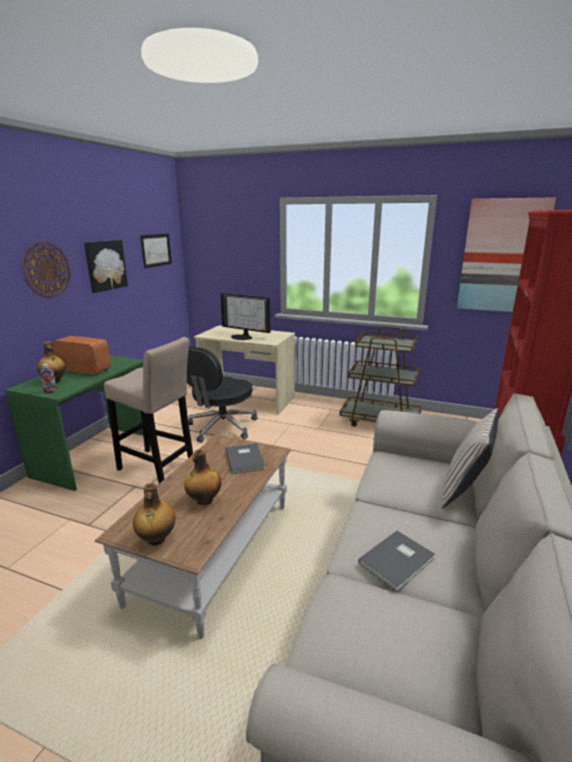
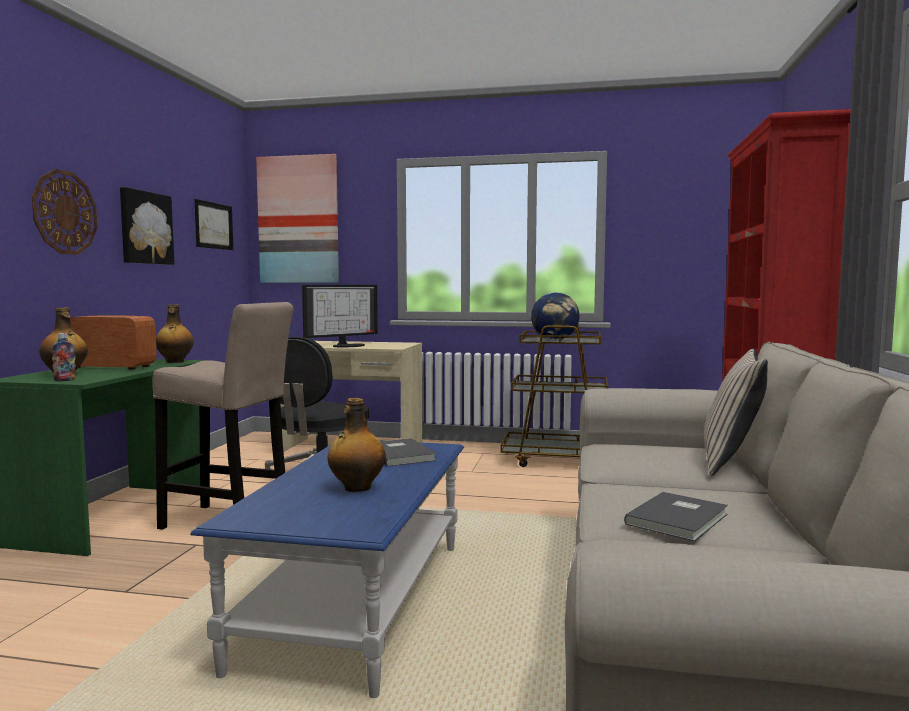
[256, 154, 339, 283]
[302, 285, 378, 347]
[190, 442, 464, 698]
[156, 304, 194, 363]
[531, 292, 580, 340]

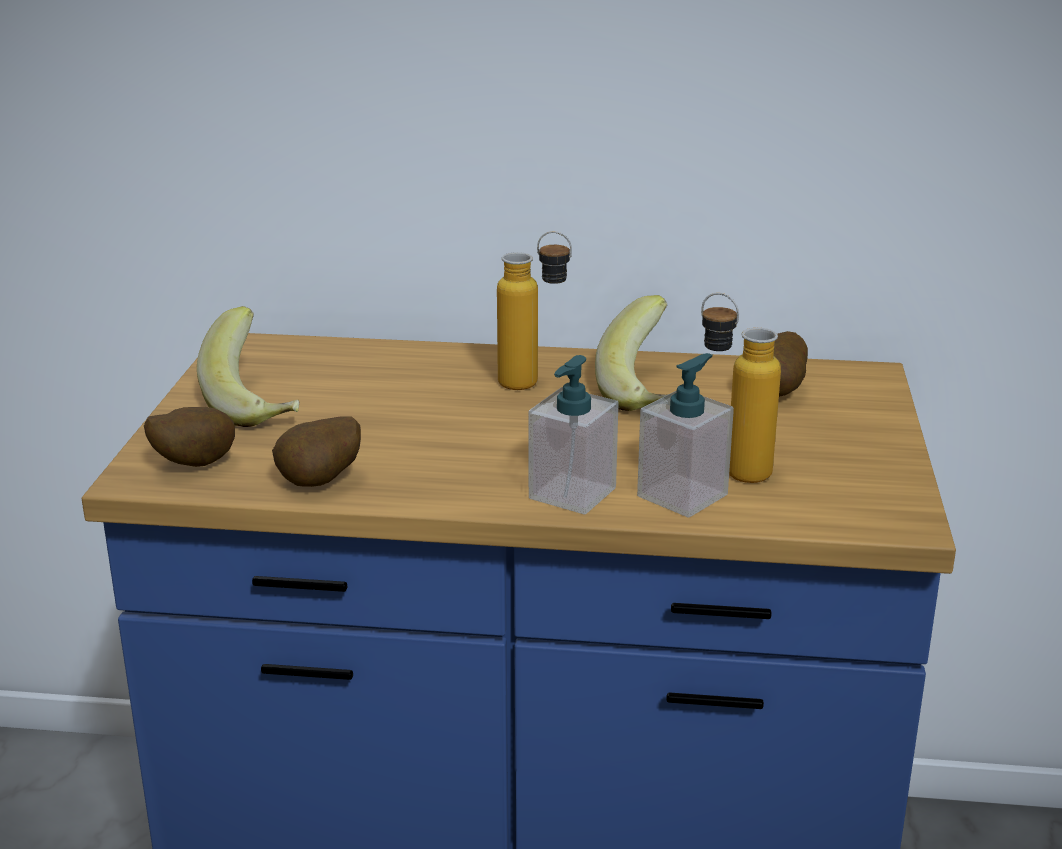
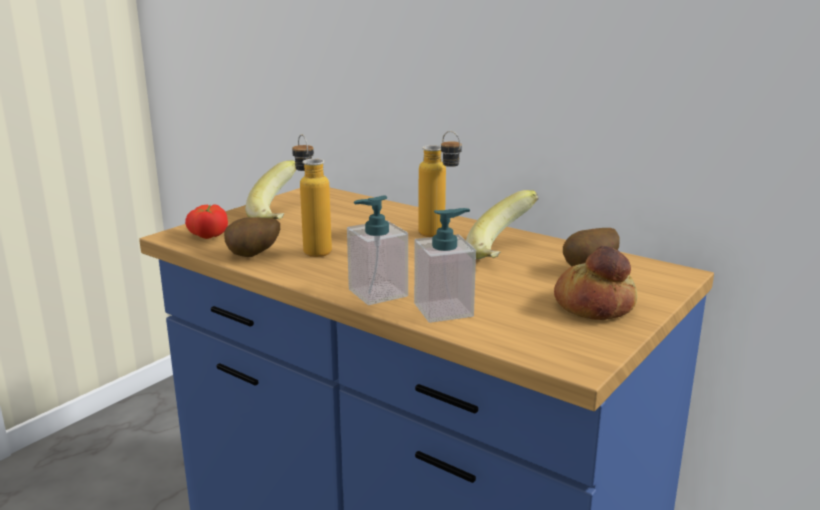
[292, 134, 332, 257]
[185, 205, 228, 239]
[554, 246, 637, 320]

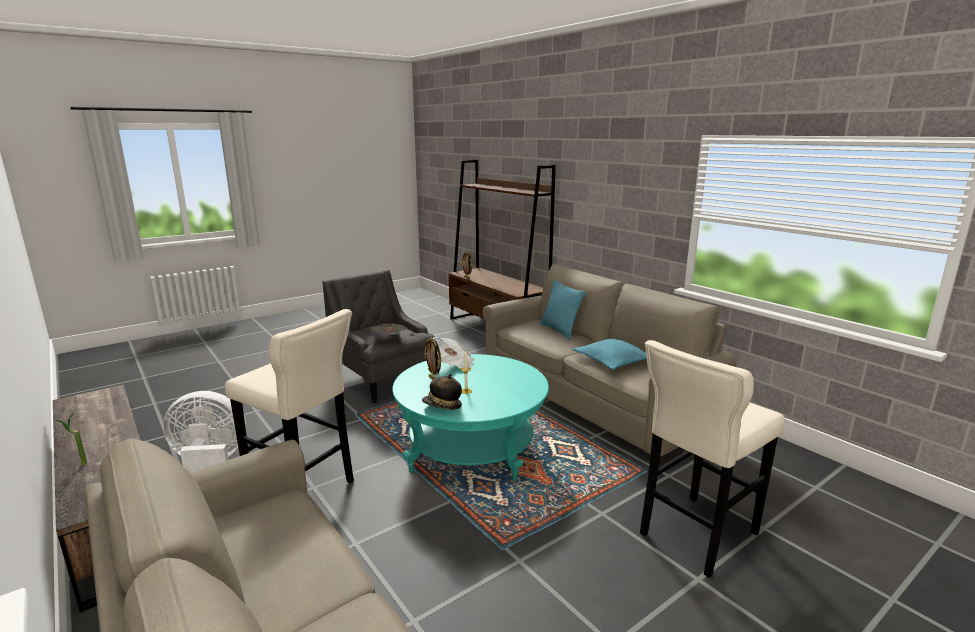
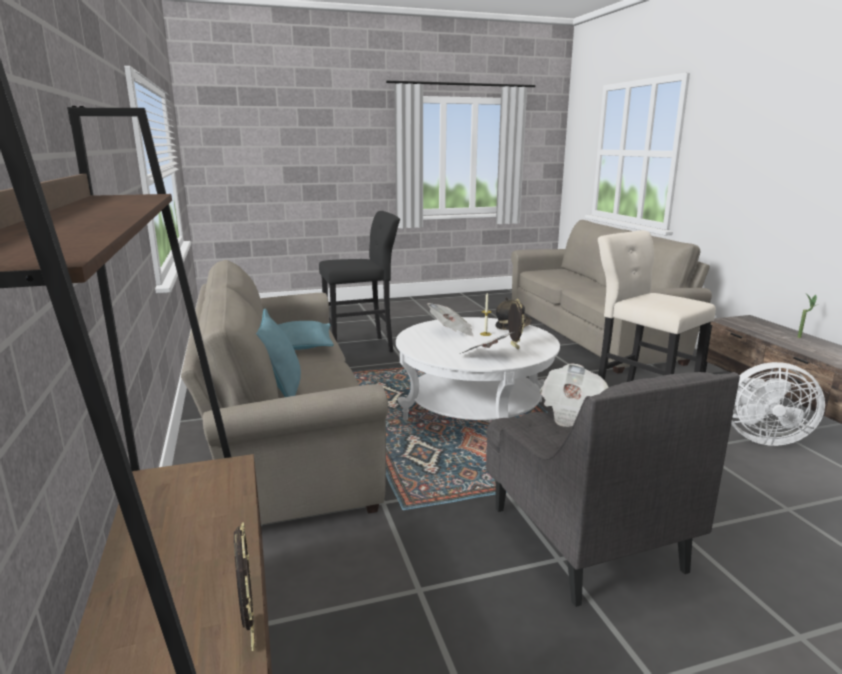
[319, 211, 400, 352]
[396, 317, 560, 420]
[428, 303, 474, 336]

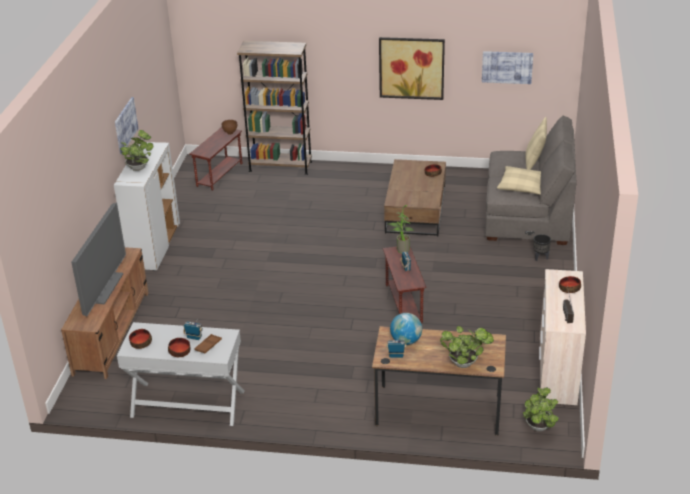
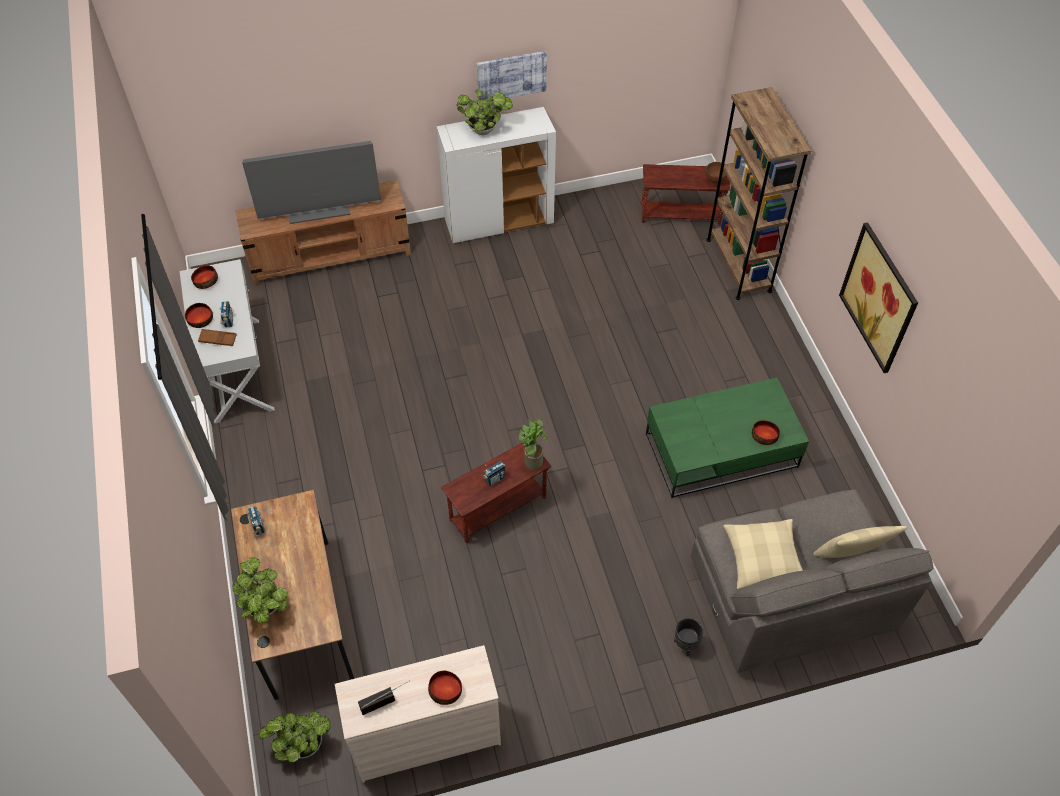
[482, 51, 533, 84] (first image)
[646, 377, 809, 498]
[390, 313, 422, 345] (first image)

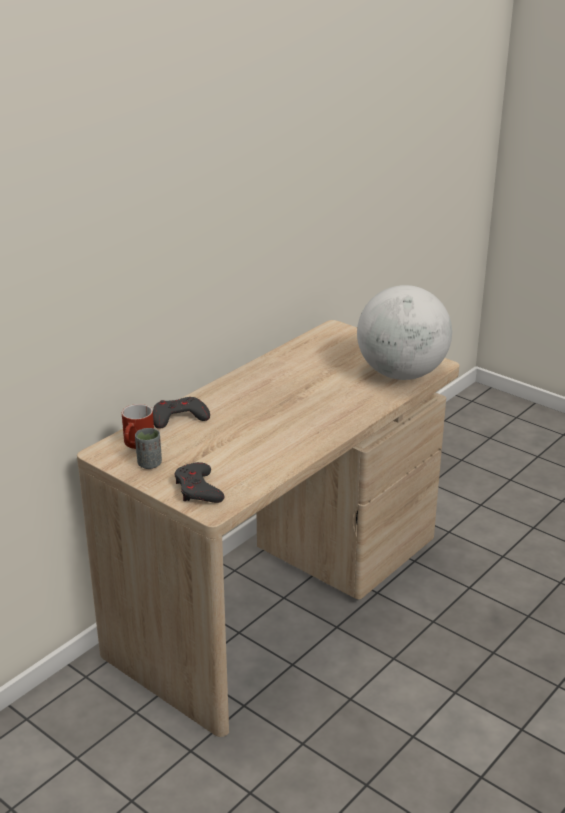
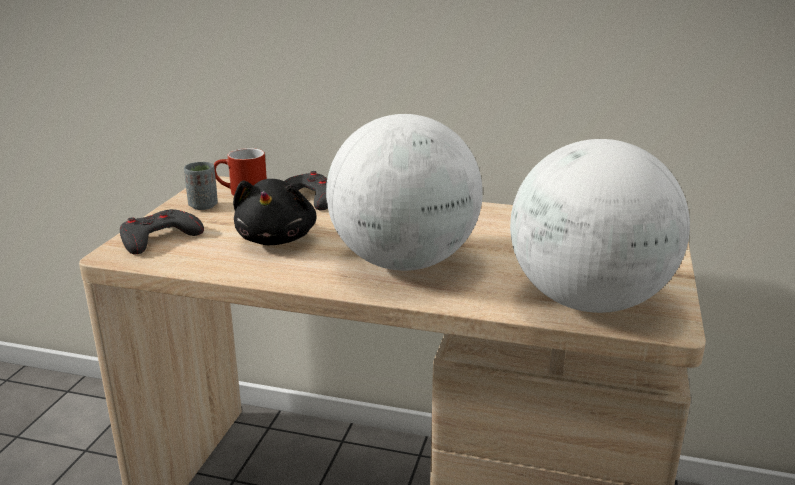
[326, 114, 483, 271]
[233, 179, 317, 245]

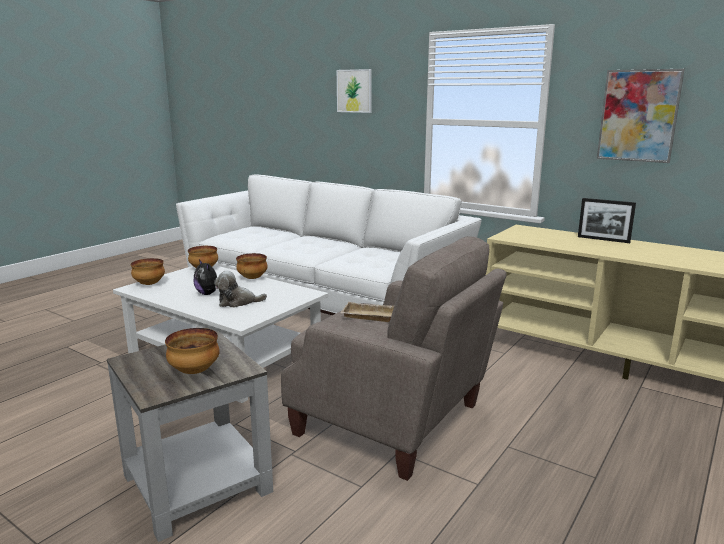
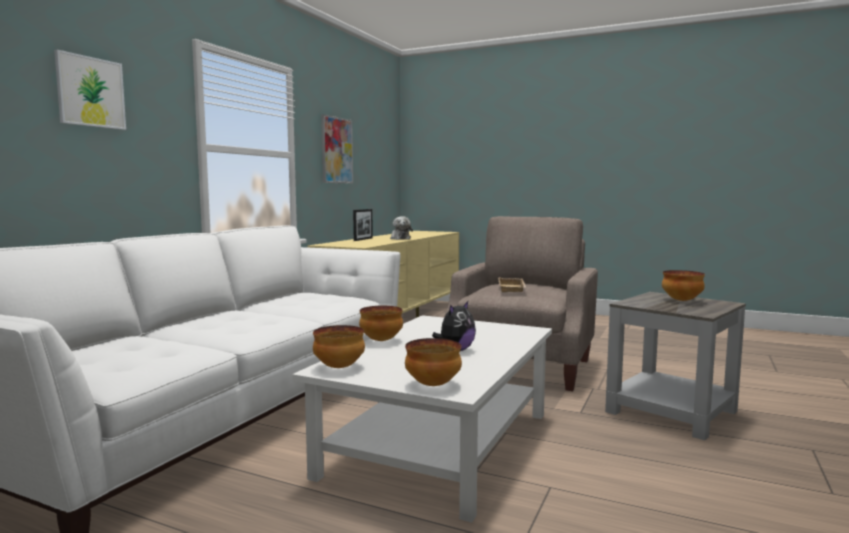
[390, 216, 413, 240]

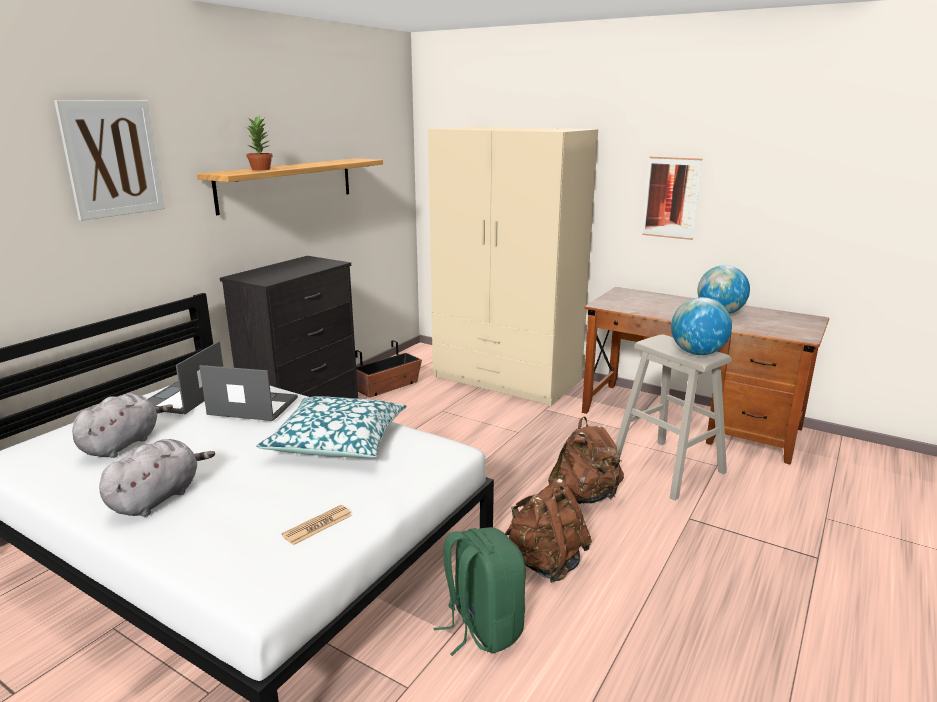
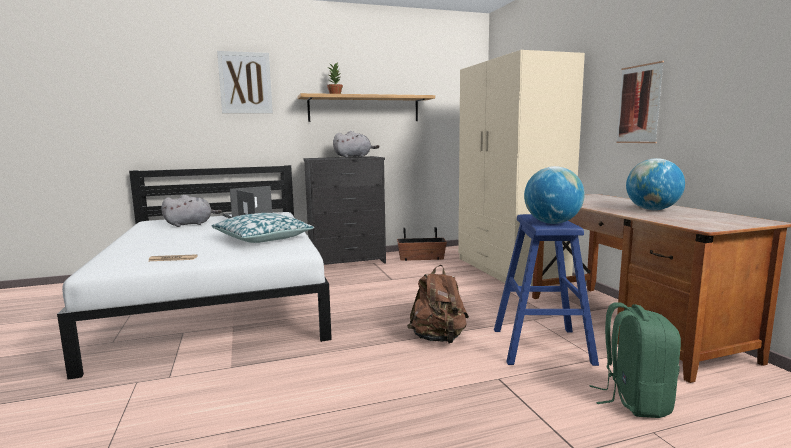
[494, 214, 599, 366]
[333, 131, 380, 158]
[505, 479, 592, 583] (first image)
[589, 302, 681, 418]

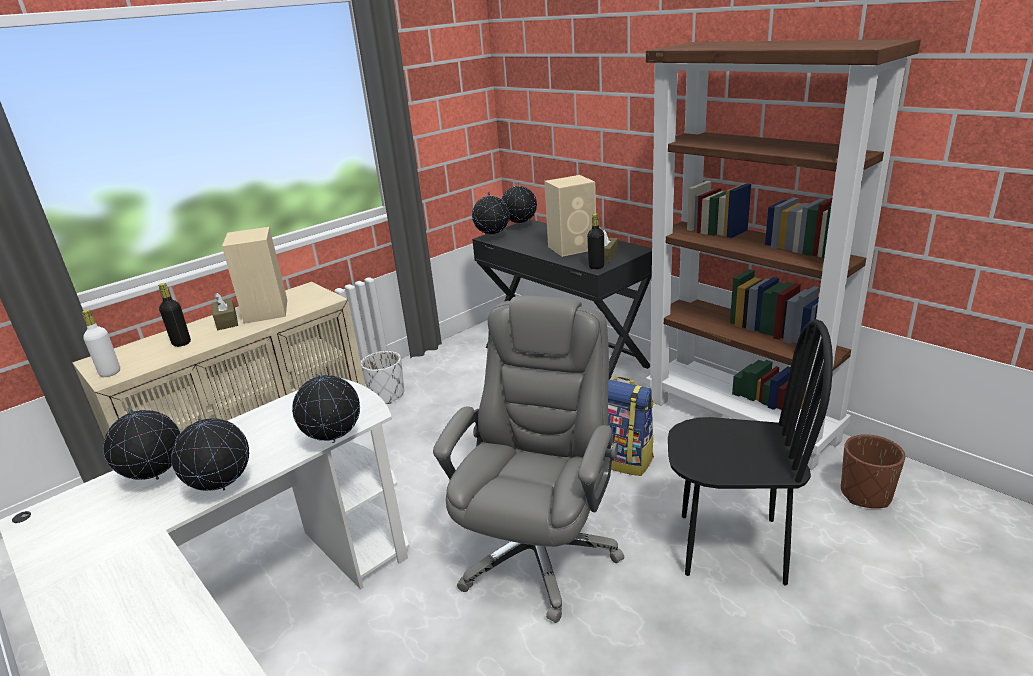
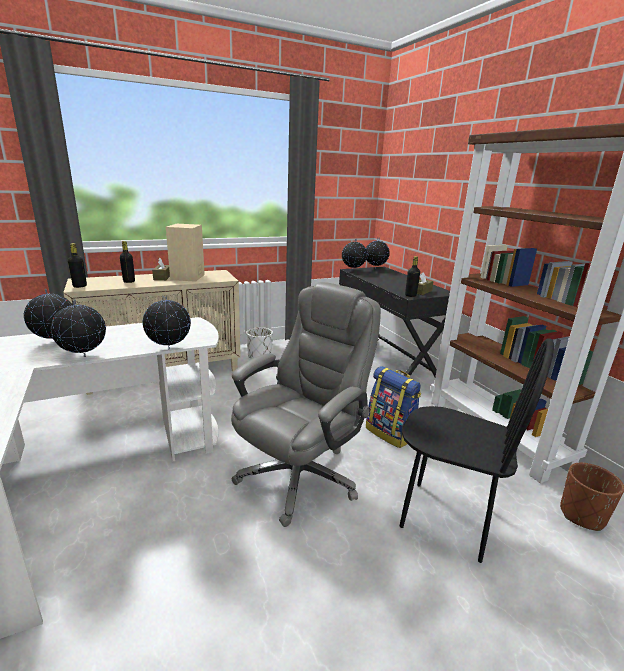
[544, 175, 596, 257] (first image)
[68, 243, 87, 288]

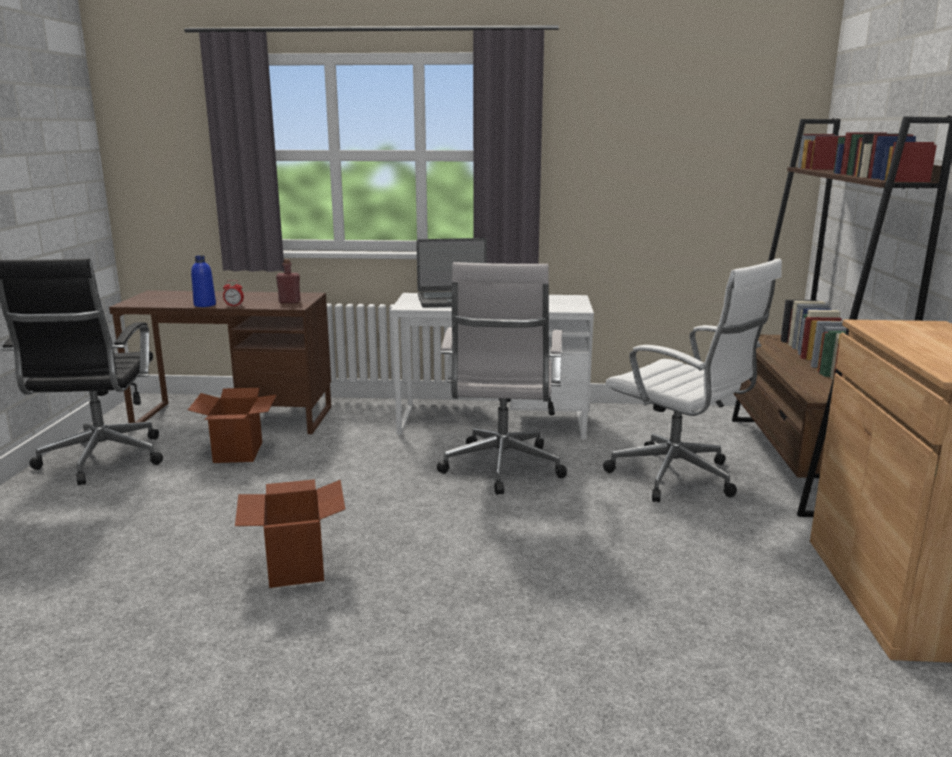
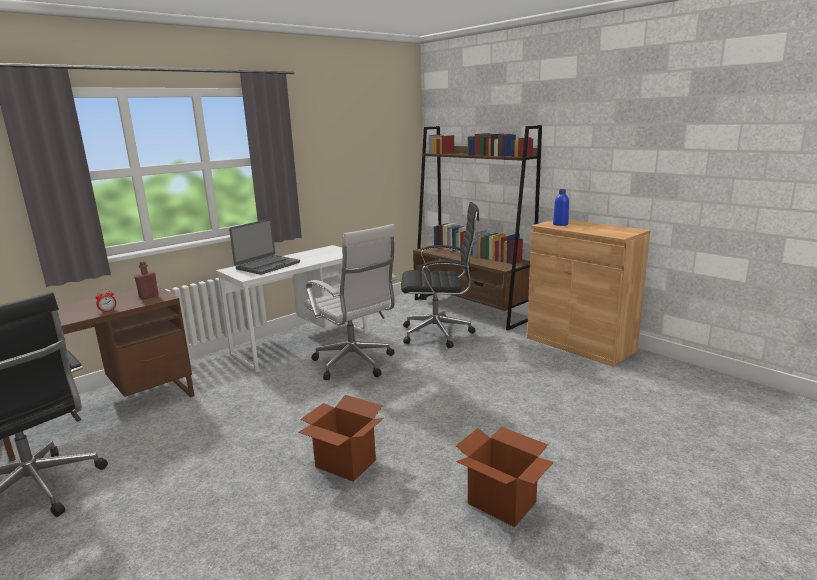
[553, 189, 569, 226]
[401, 202, 479, 349]
[456, 427, 554, 527]

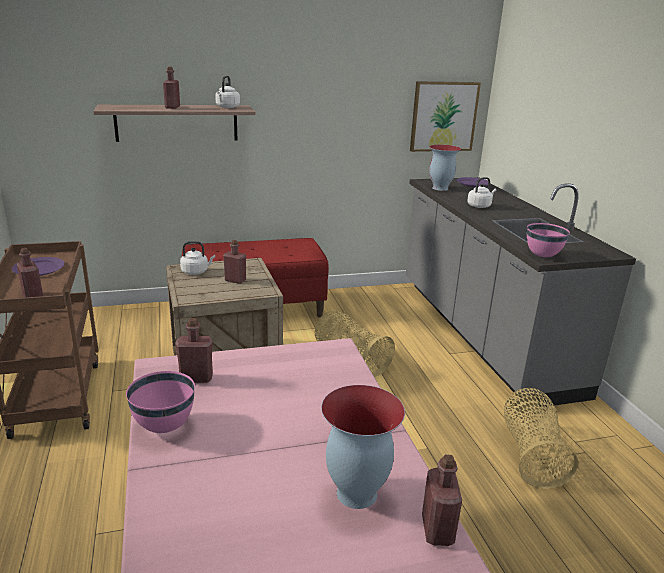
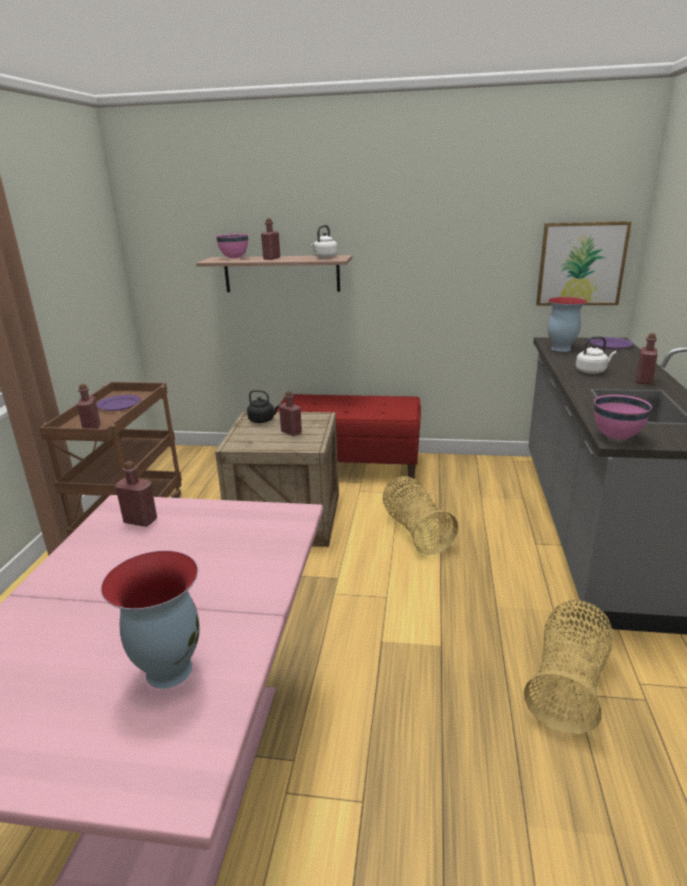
[247, 390, 279, 423]
[216, 234, 248, 259]
[636, 333, 658, 384]

